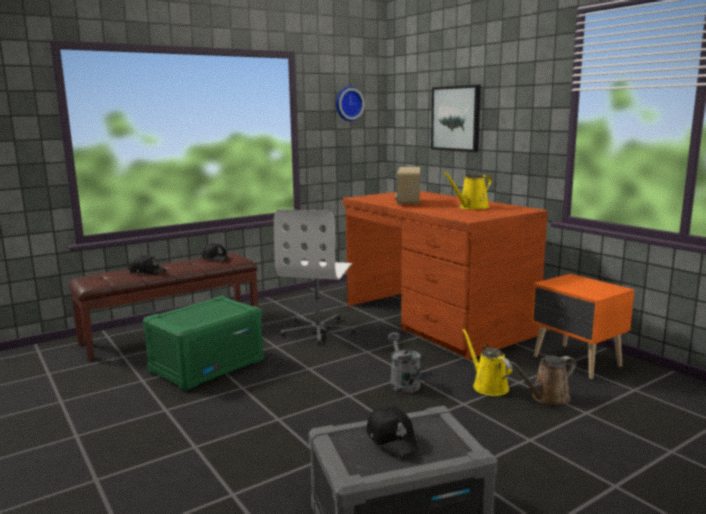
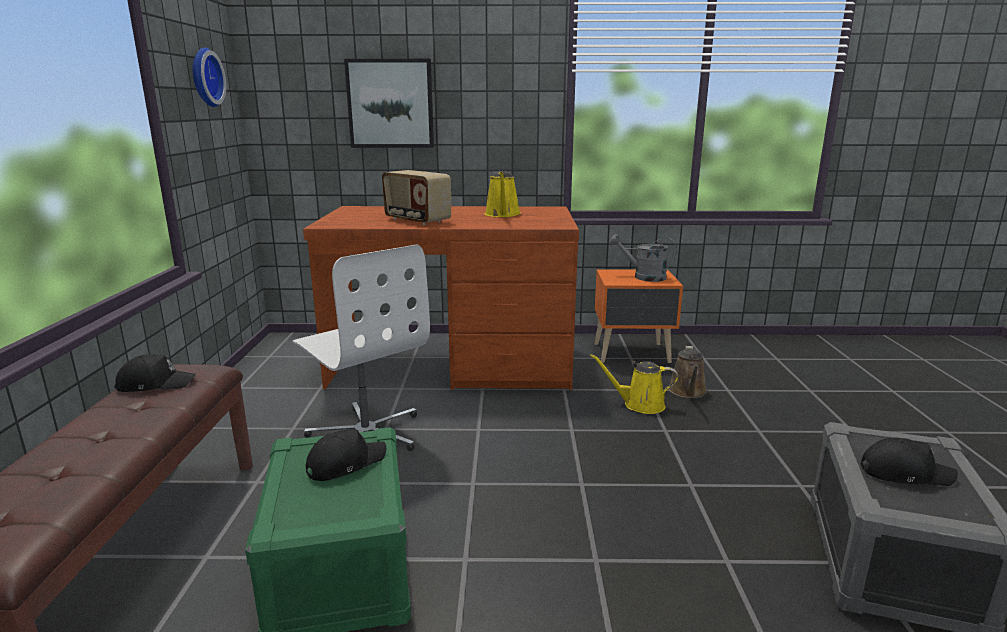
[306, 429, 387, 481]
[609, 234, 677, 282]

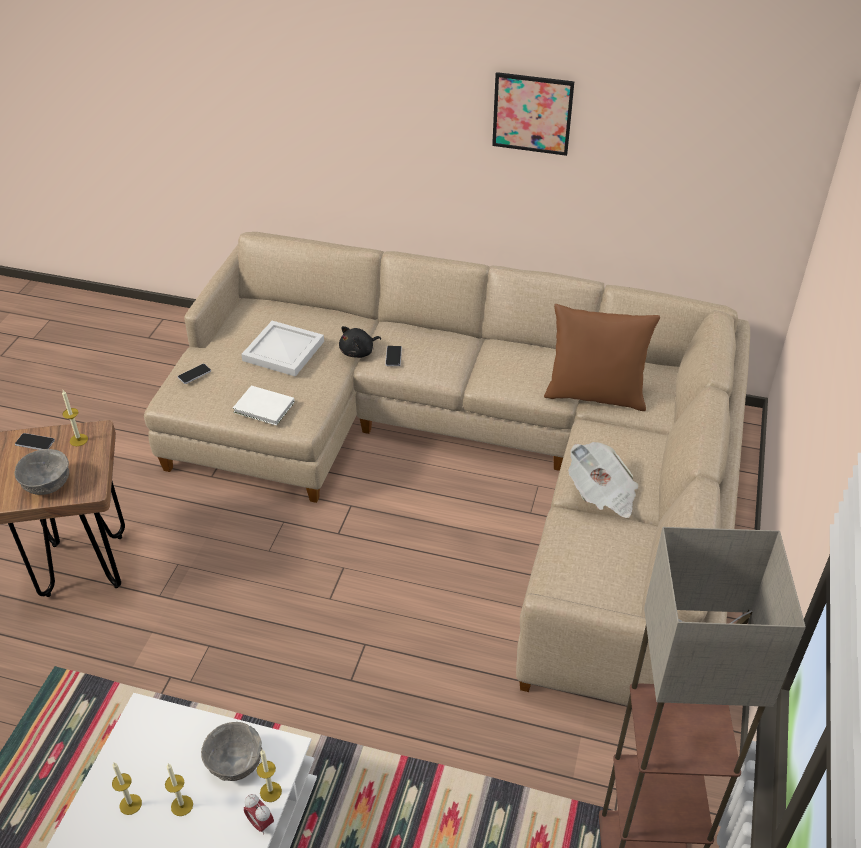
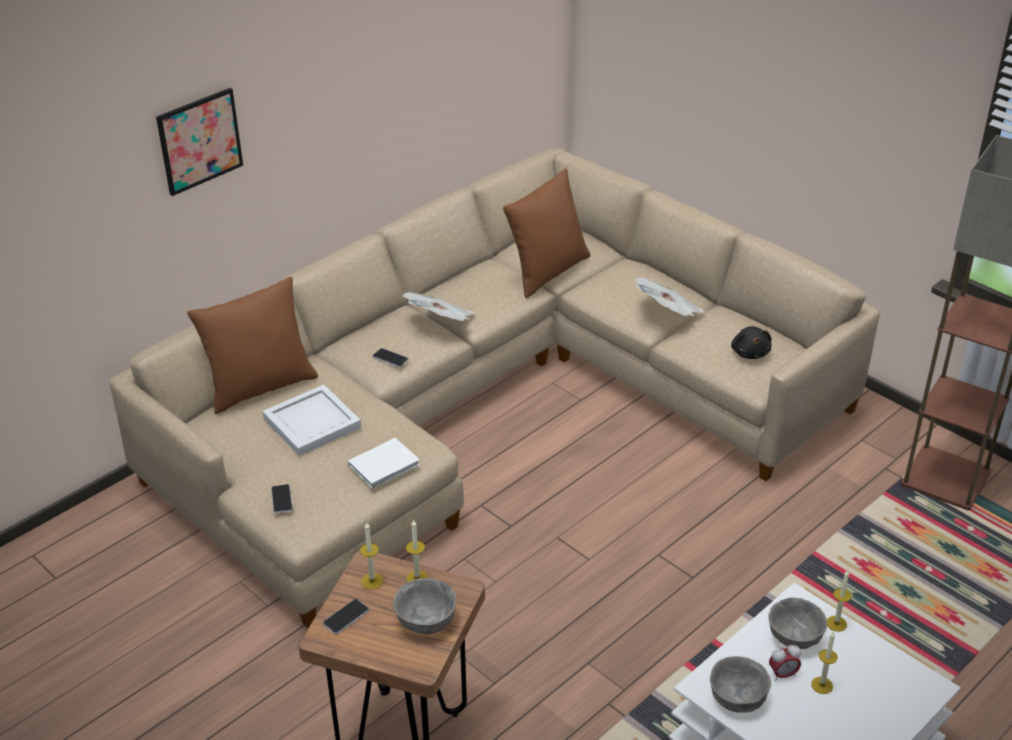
[156, 88, 243, 196]
[731, 326, 772, 359]
[406, 519, 428, 582]
[769, 645, 801, 681]
[187, 277, 318, 414]
[403, 292, 475, 321]
[710, 656, 771, 713]

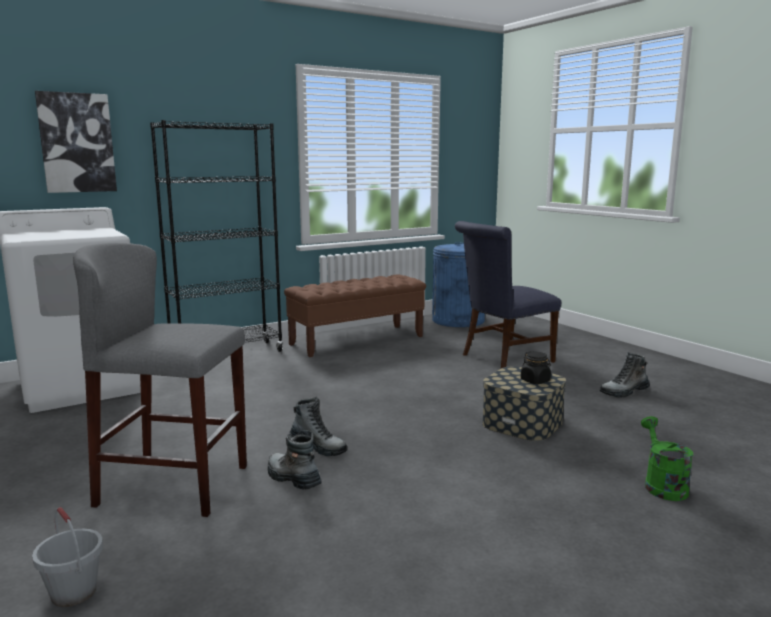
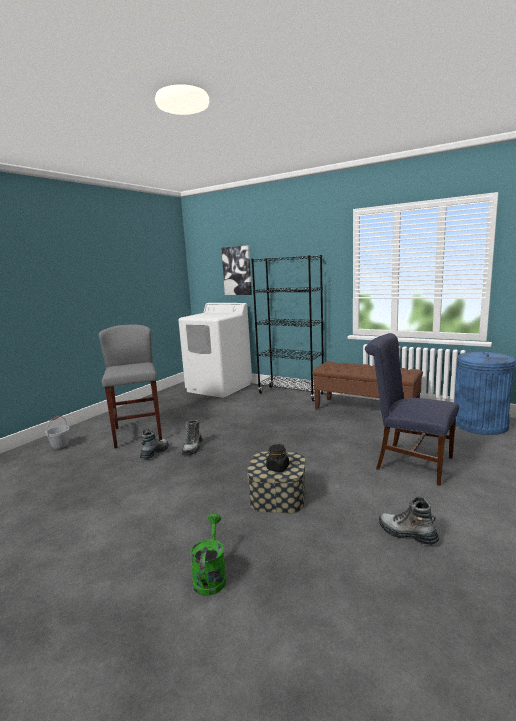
[190, 514, 226, 596]

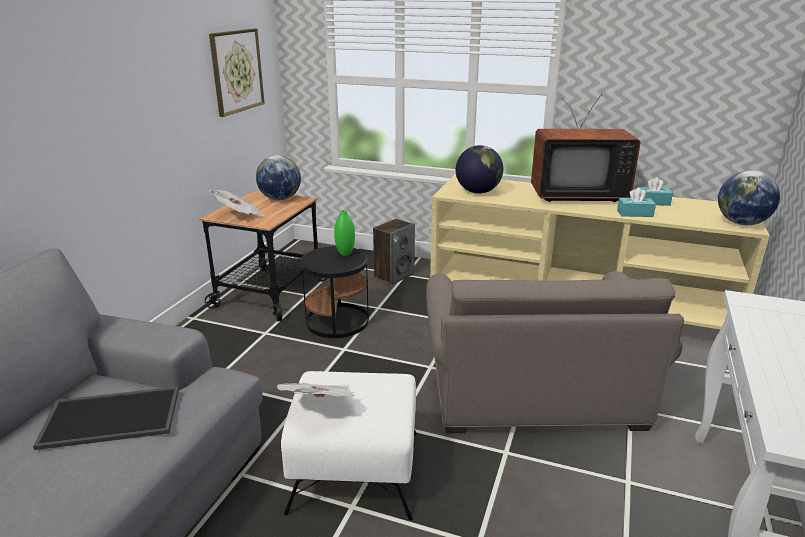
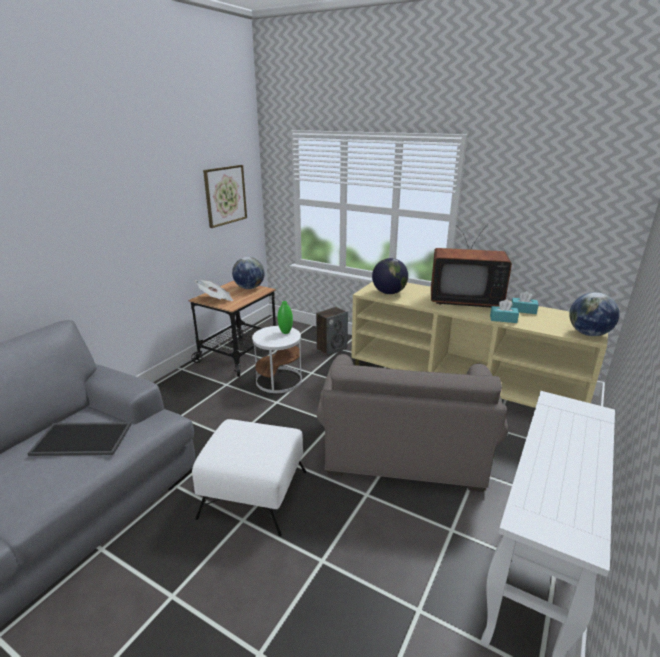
[252, 326, 302, 393]
[277, 383, 355, 397] (first image)

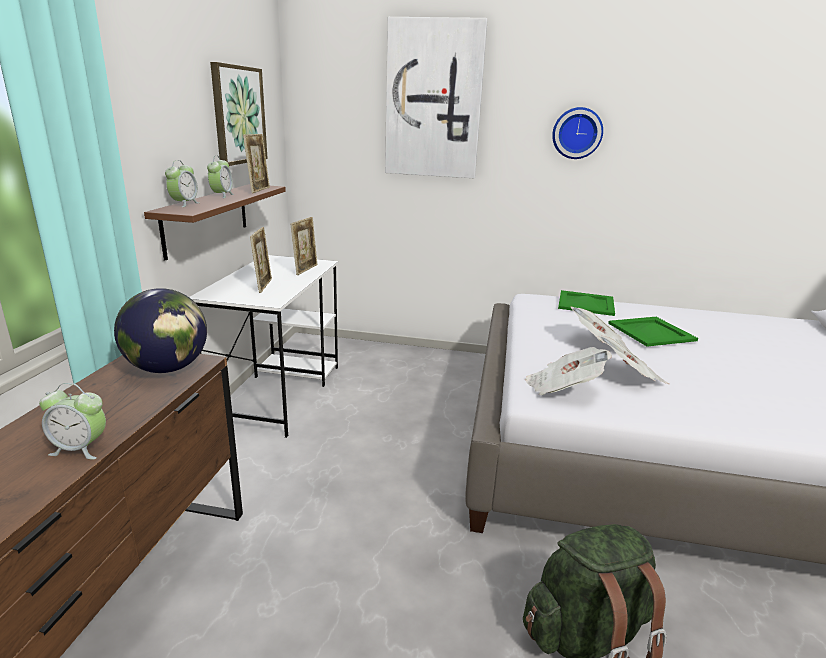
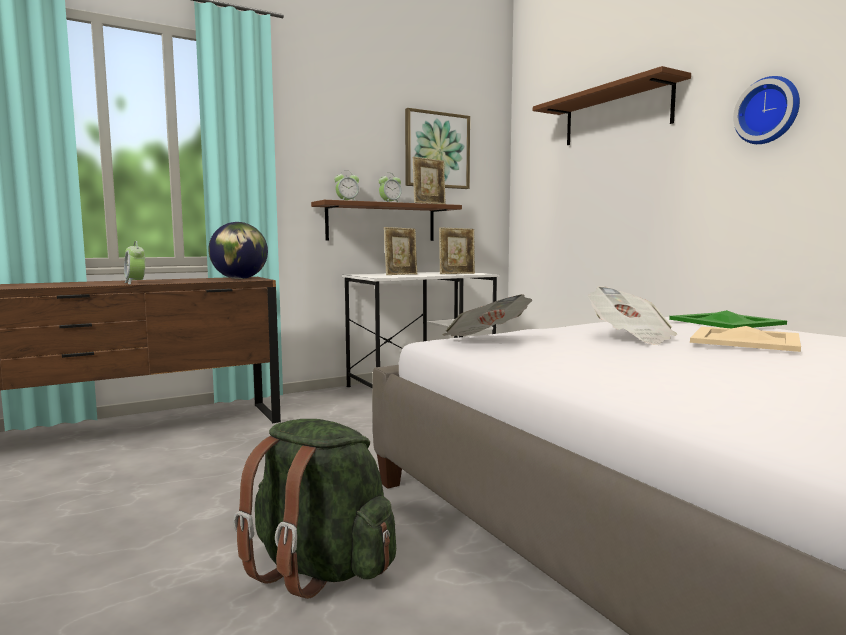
[533, 66, 691, 145]
[690, 326, 801, 352]
[597, 336, 670, 384] (first image)

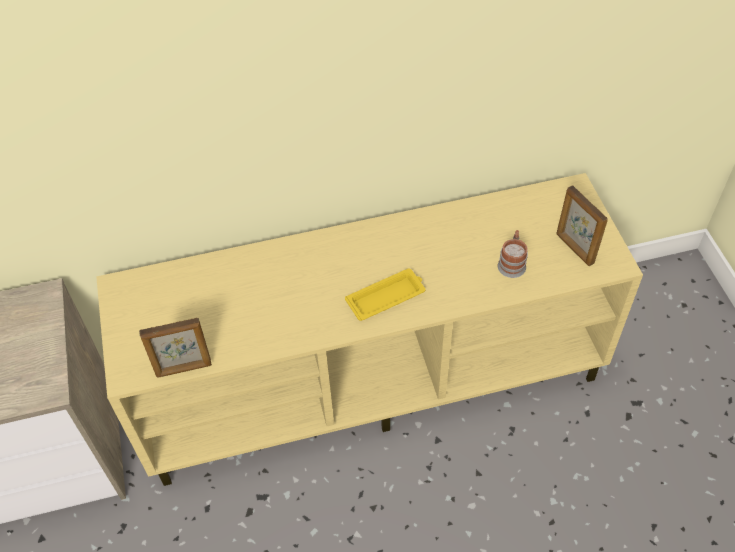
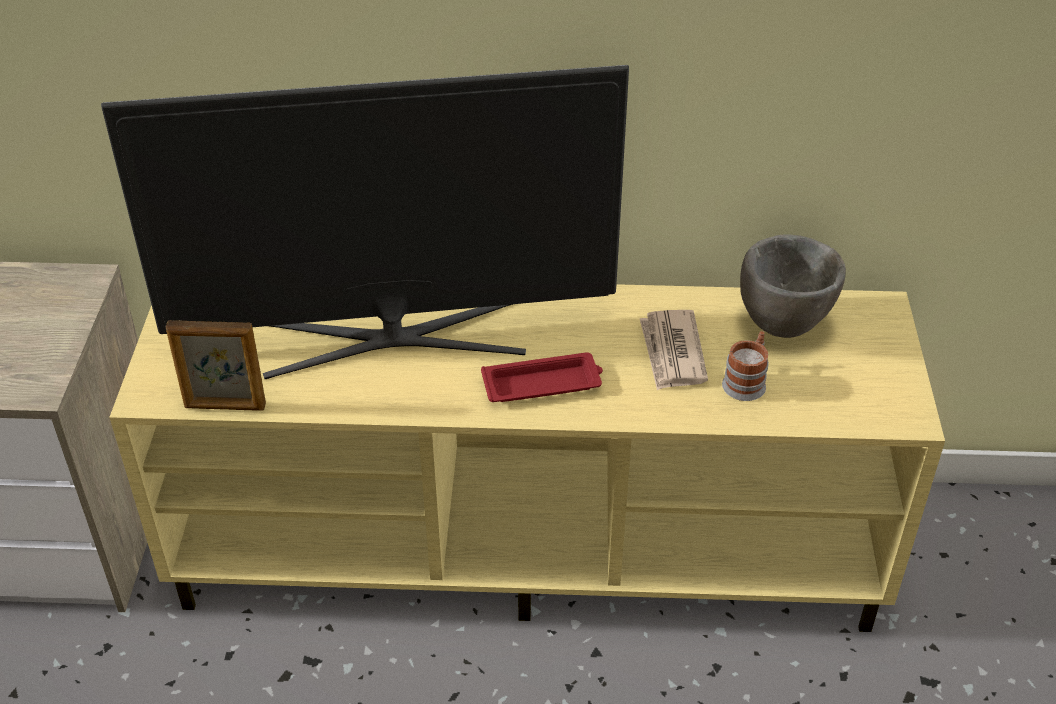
[556, 185, 608, 266] (first image)
[481, 352, 603, 402]
[101, 65, 629, 379]
[740, 235, 846, 338]
[640, 310, 708, 390]

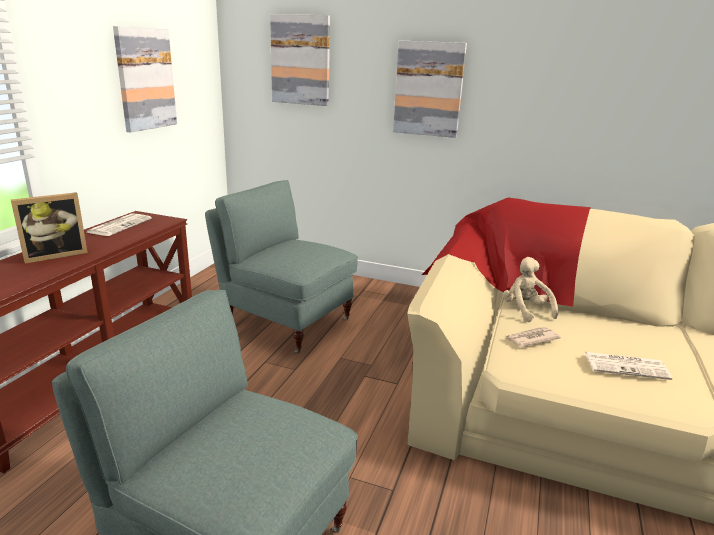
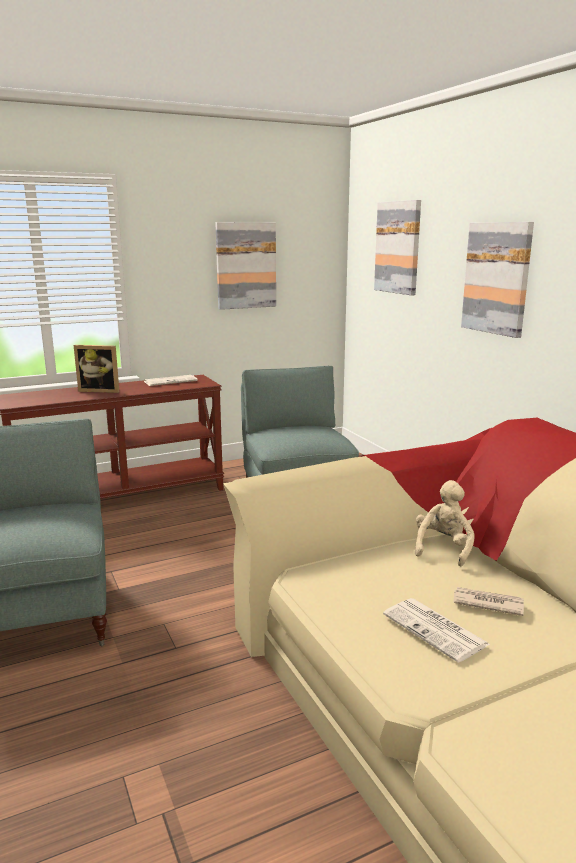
[454, 587, 524, 616]

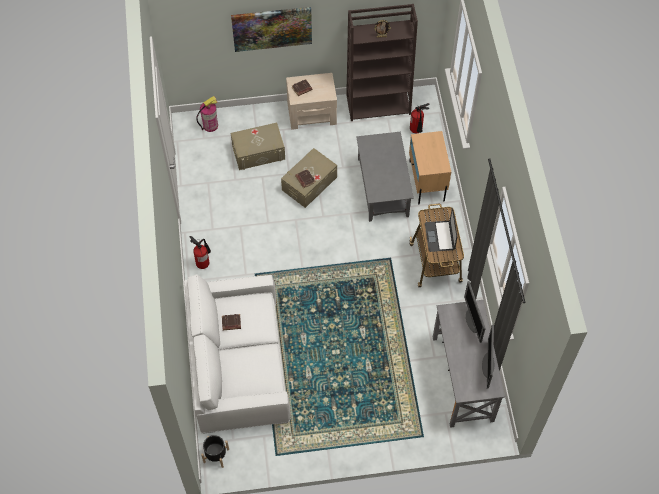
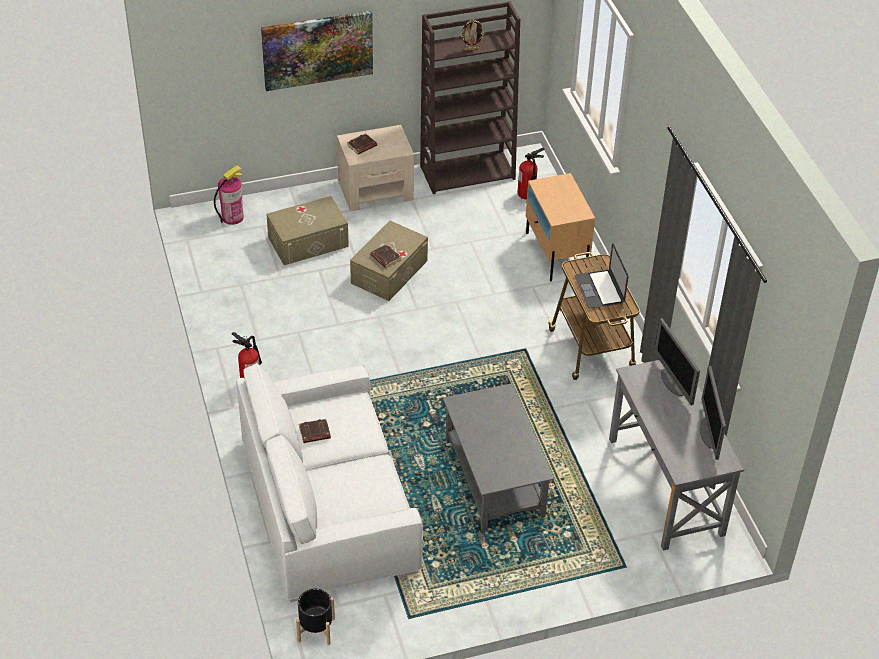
[443, 383, 554, 531]

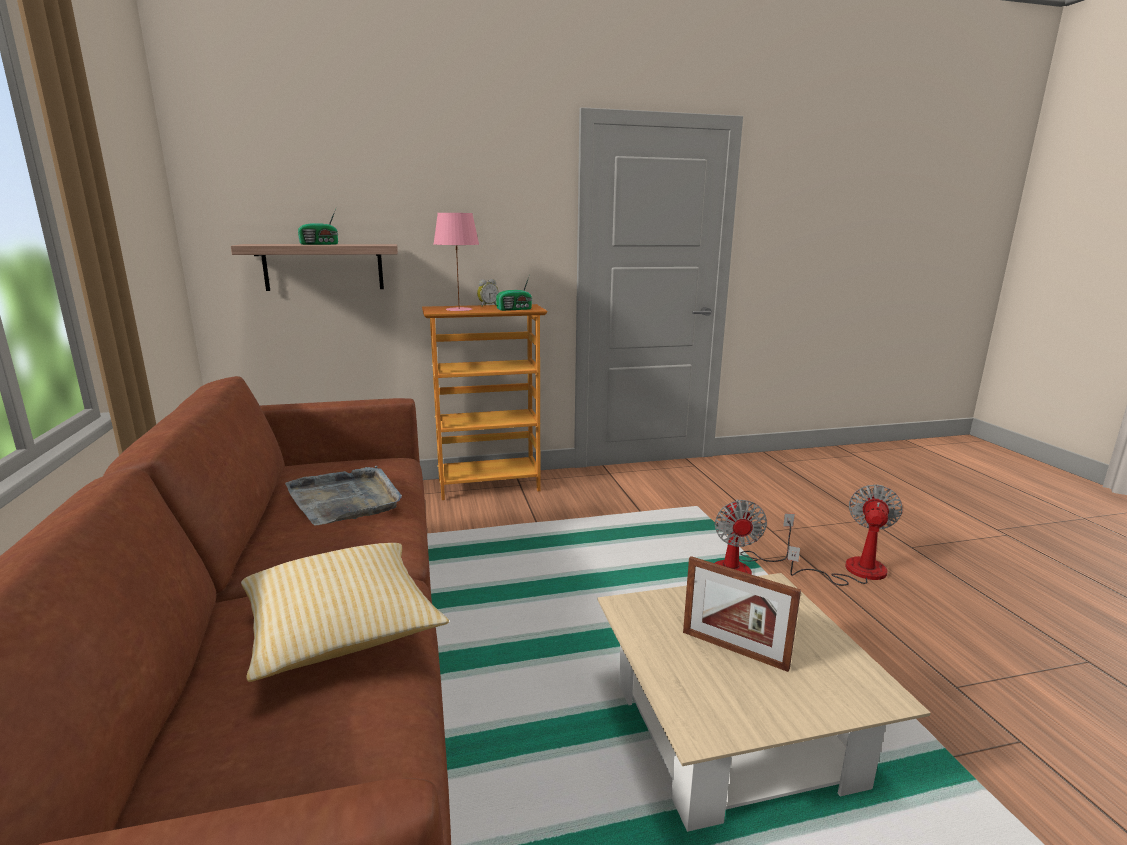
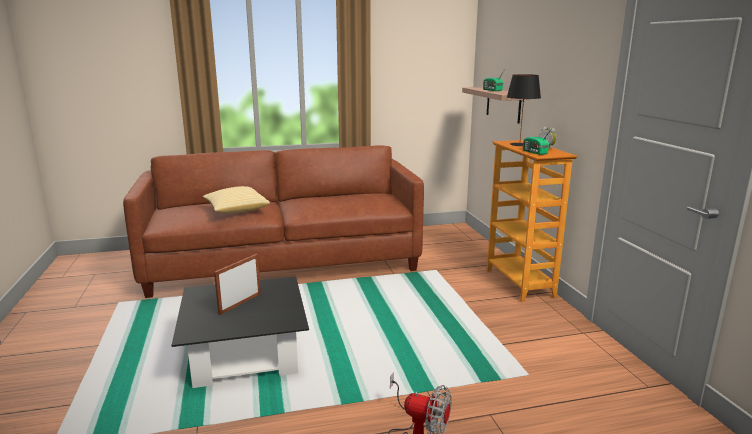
[507, 74, 541, 146]
[285, 466, 402, 526] (first image)
[715, 499, 795, 575] (first image)
[171, 276, 309, 388]

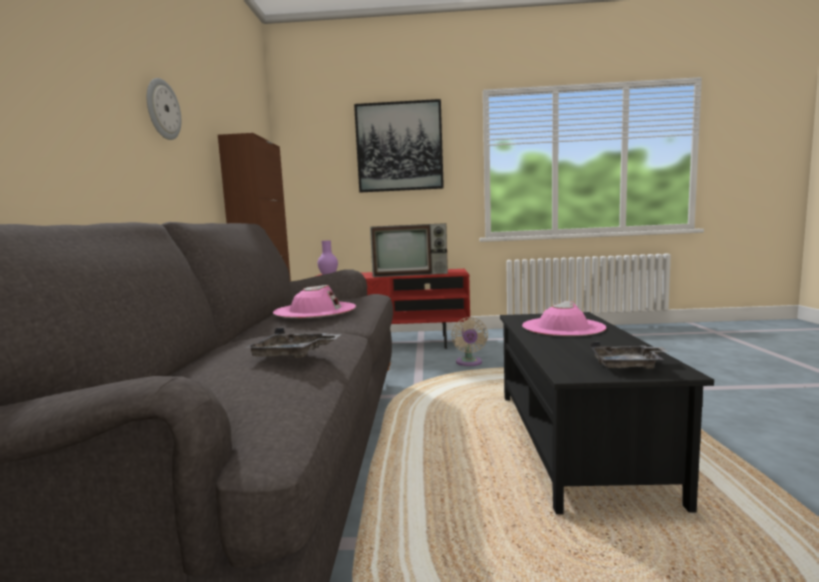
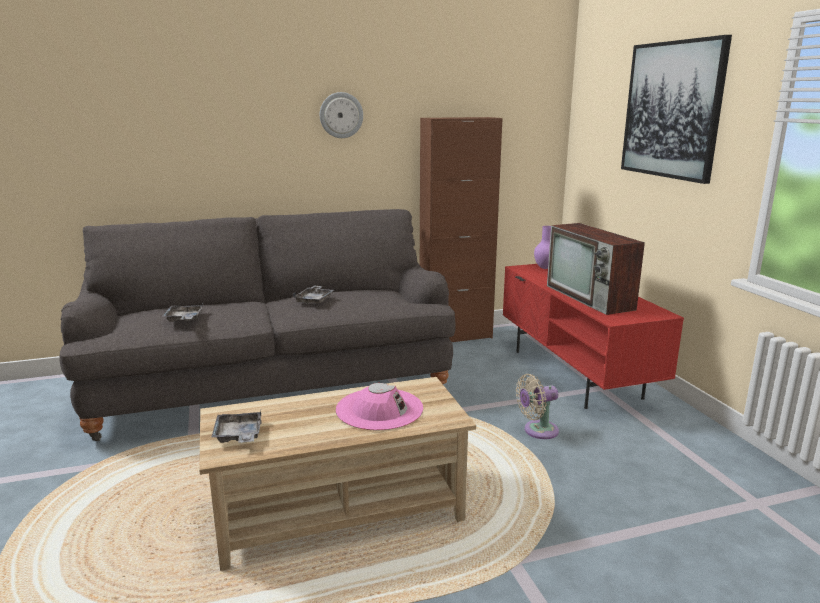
[293, 285, 334, 304]
[199, 377, 476, 571]

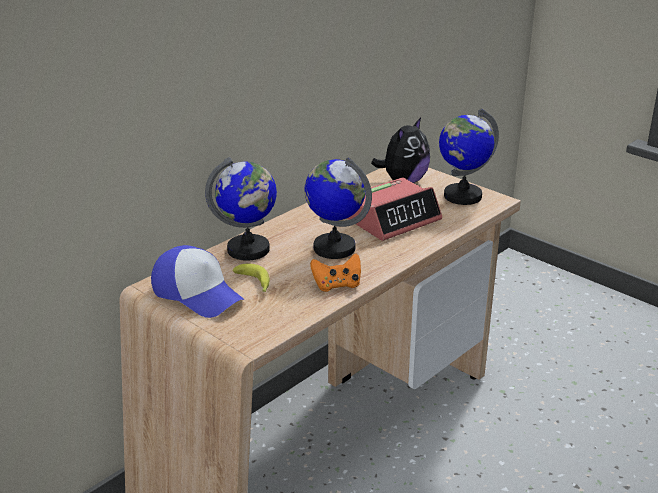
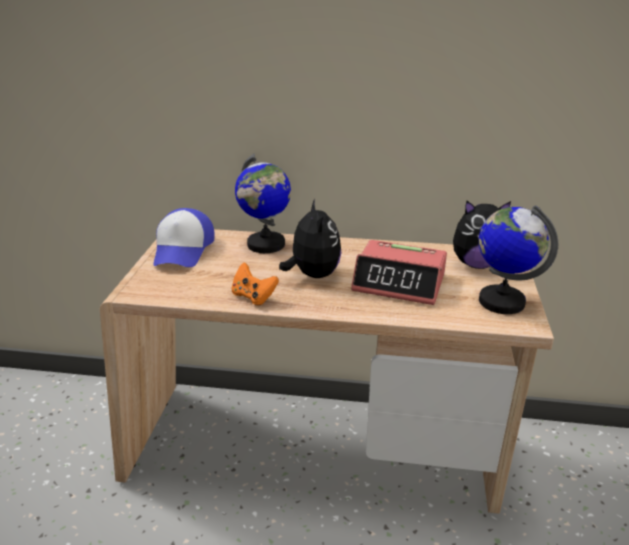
[279, 199, 341, 278]
[233, 264, 270, 292] (first image)

